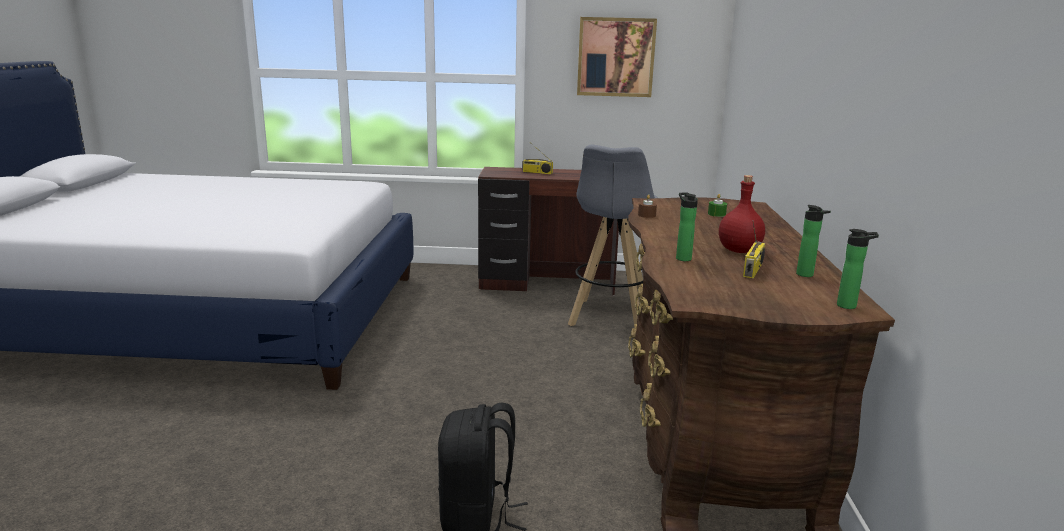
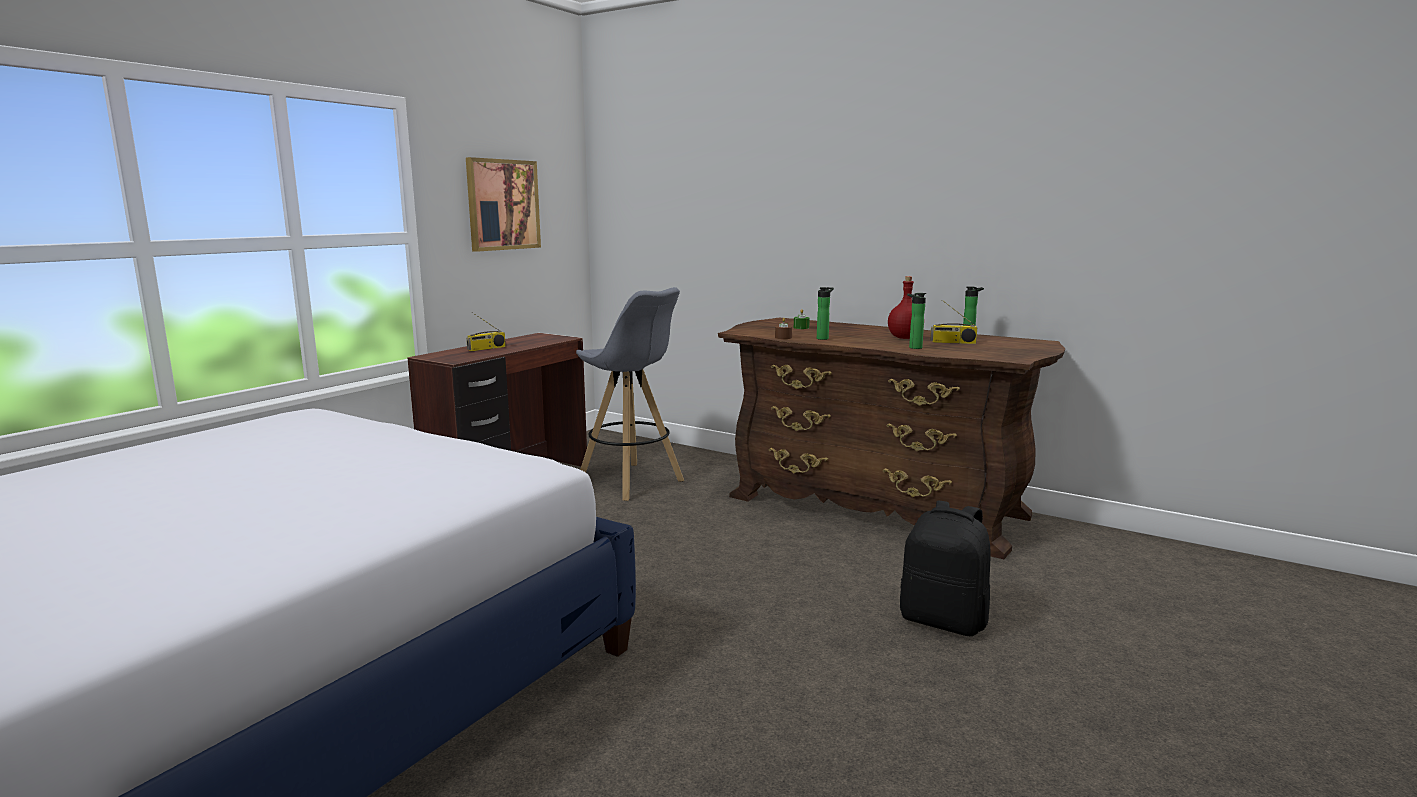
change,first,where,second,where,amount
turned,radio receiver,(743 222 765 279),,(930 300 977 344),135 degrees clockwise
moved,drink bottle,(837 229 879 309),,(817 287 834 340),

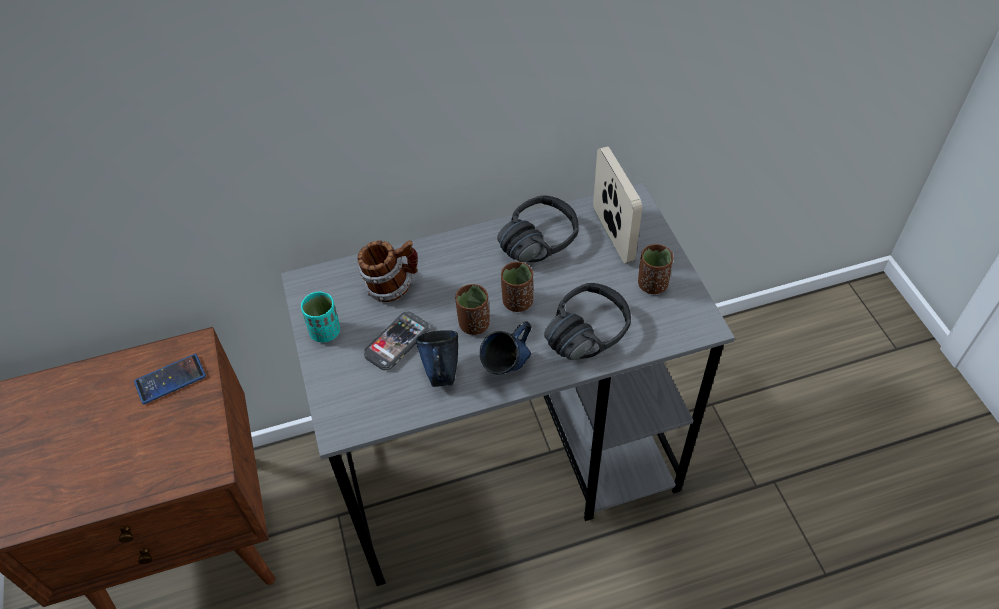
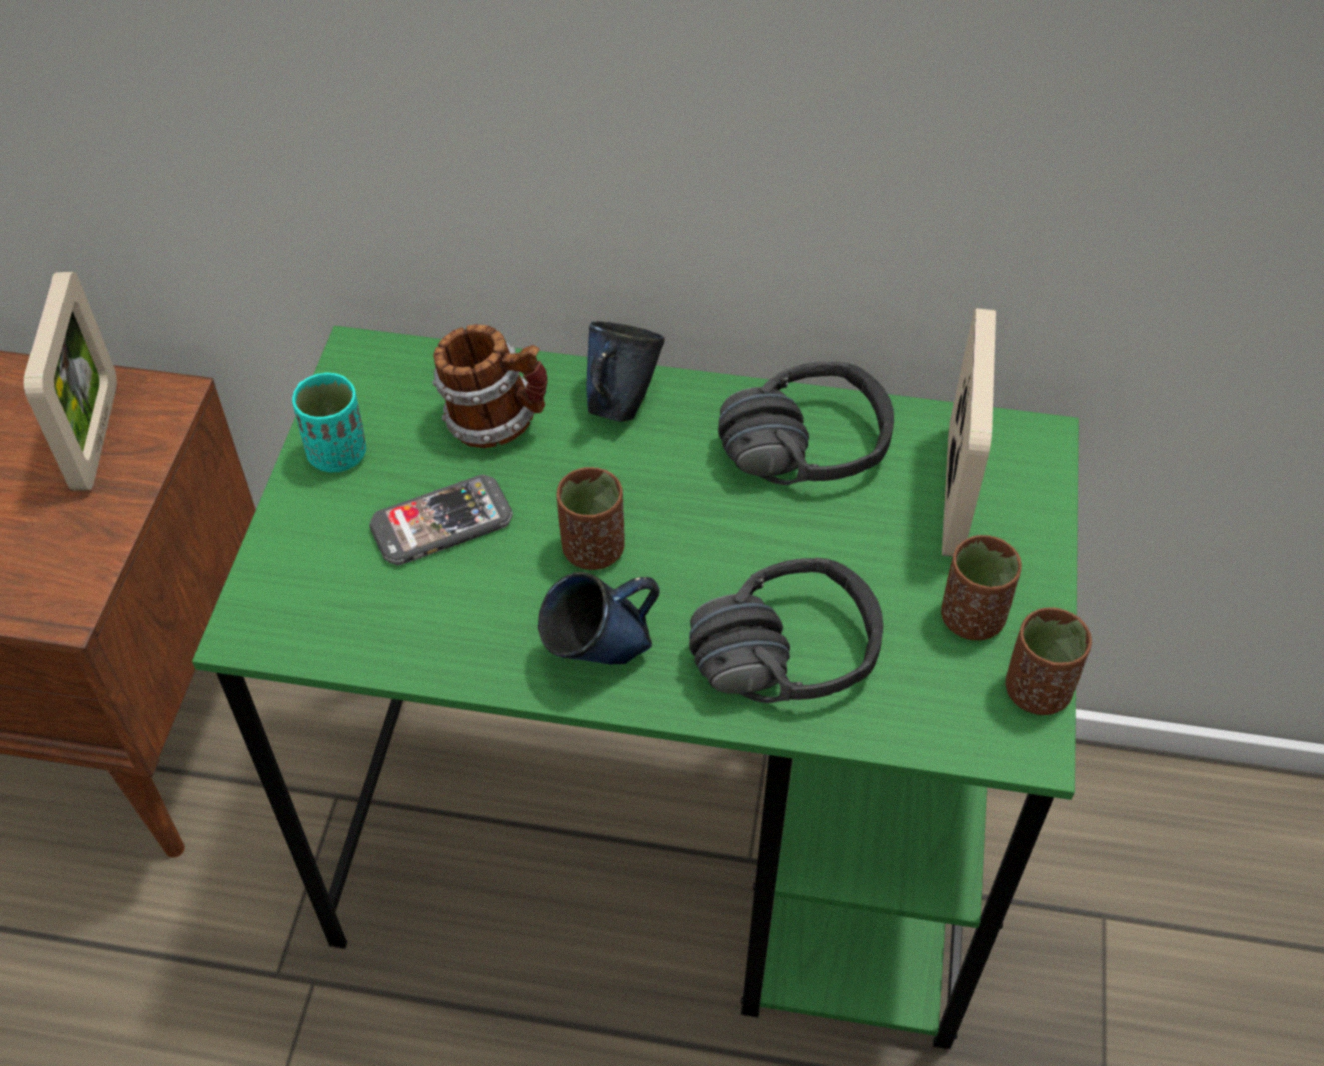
change,first,where,second,where,amount
replaced,handset,(134 354 206 404),standing frame,(24 272 117 491),
recoloured,greyish desk table,(281 183 735 586),green-coloured desk table,(192 326 1079 1050),
moved,blue tea mug,(416 330 458 387),,(586 321 665 422),
moved,brown-coloured cup,(501 262 533 312),,(1005 607 1092 715),

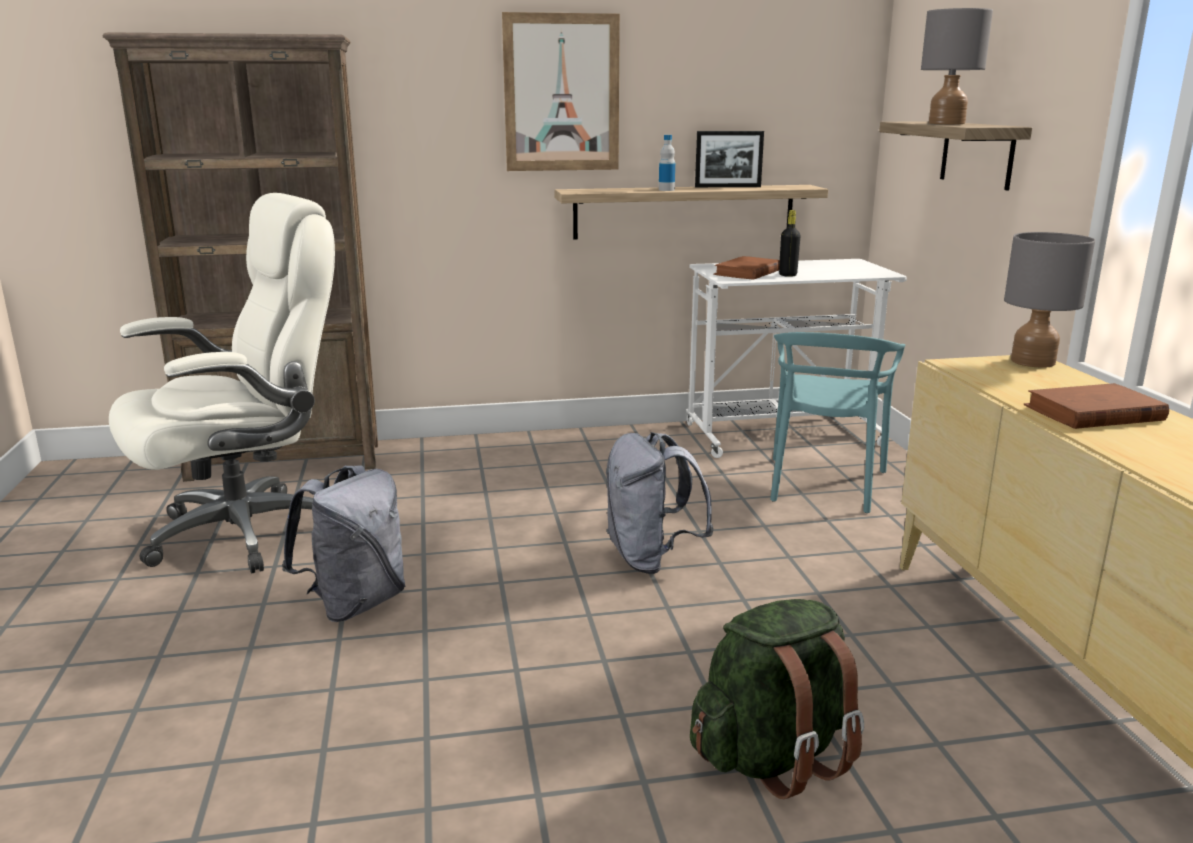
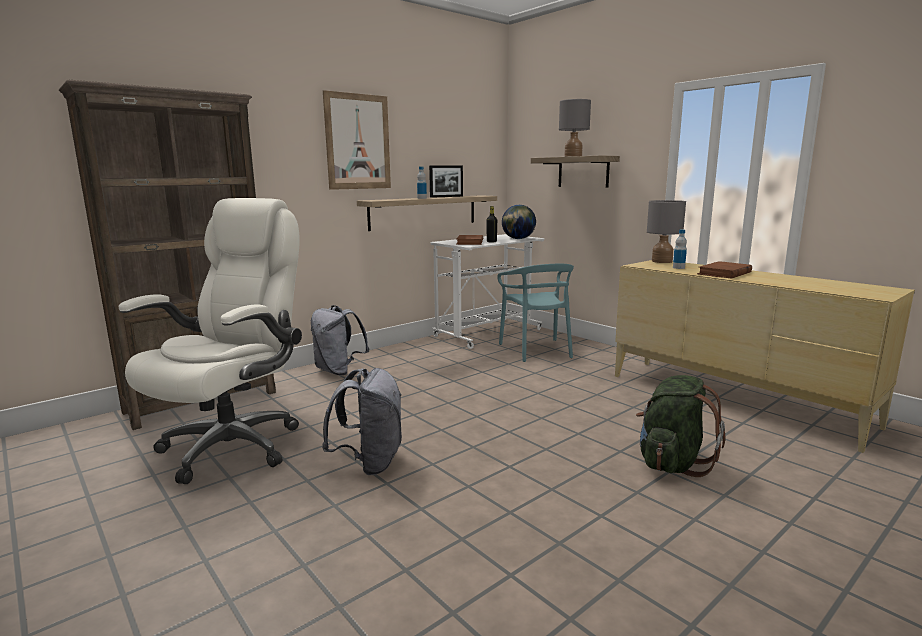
change,first,where,second,where,amount
moved,greyish knapsack,(606 432 714 574),,(311 305 369 375),
added,,,world globe,(502 205 536 239),
added,,,drink bottle,(673 229 687 269),

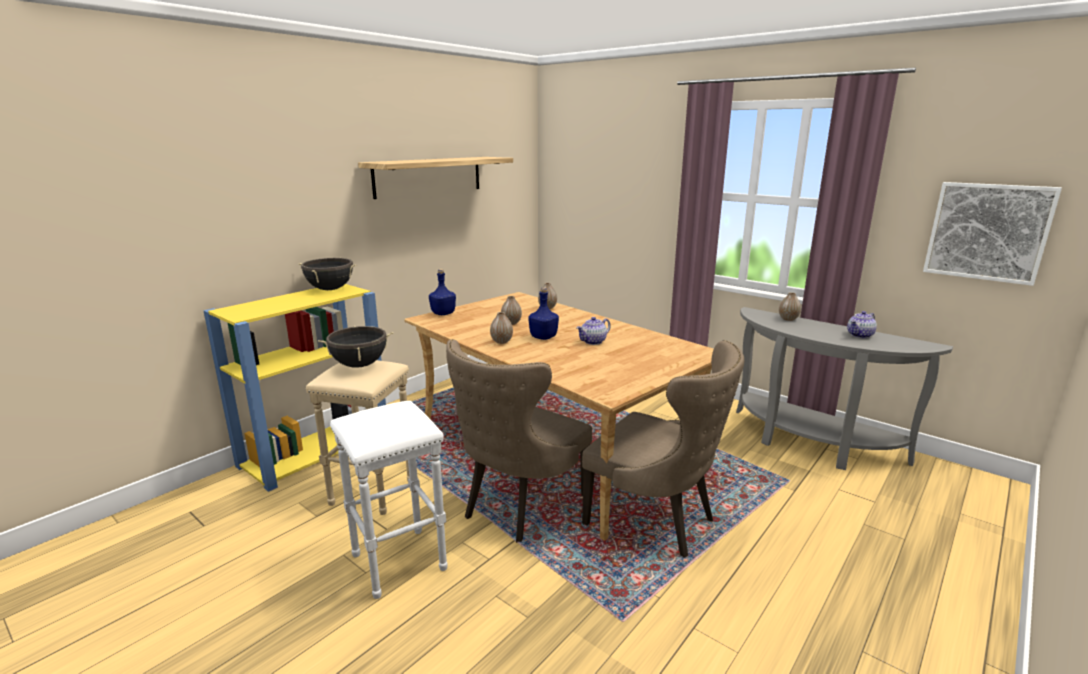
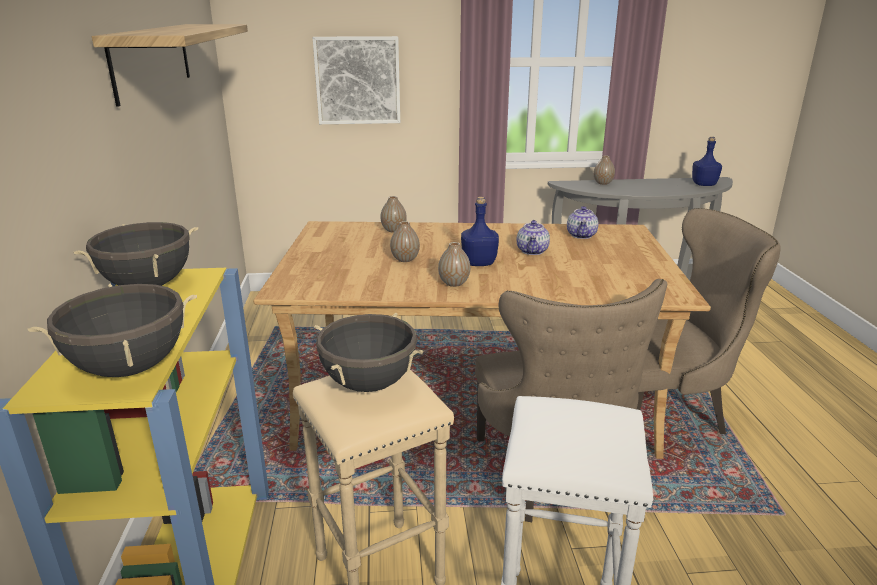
change,first,where,second,where,amount
moved,blue drink bottle,(429 269 456 315),,(692 137 722 186),
moved,tea pot,(847 311 877 338),,(567 206 598 239),
moved,wall art,(923 182 1062 286),,(313 36 400 124),
added,,,black cooking pot,(28 284 197 377),

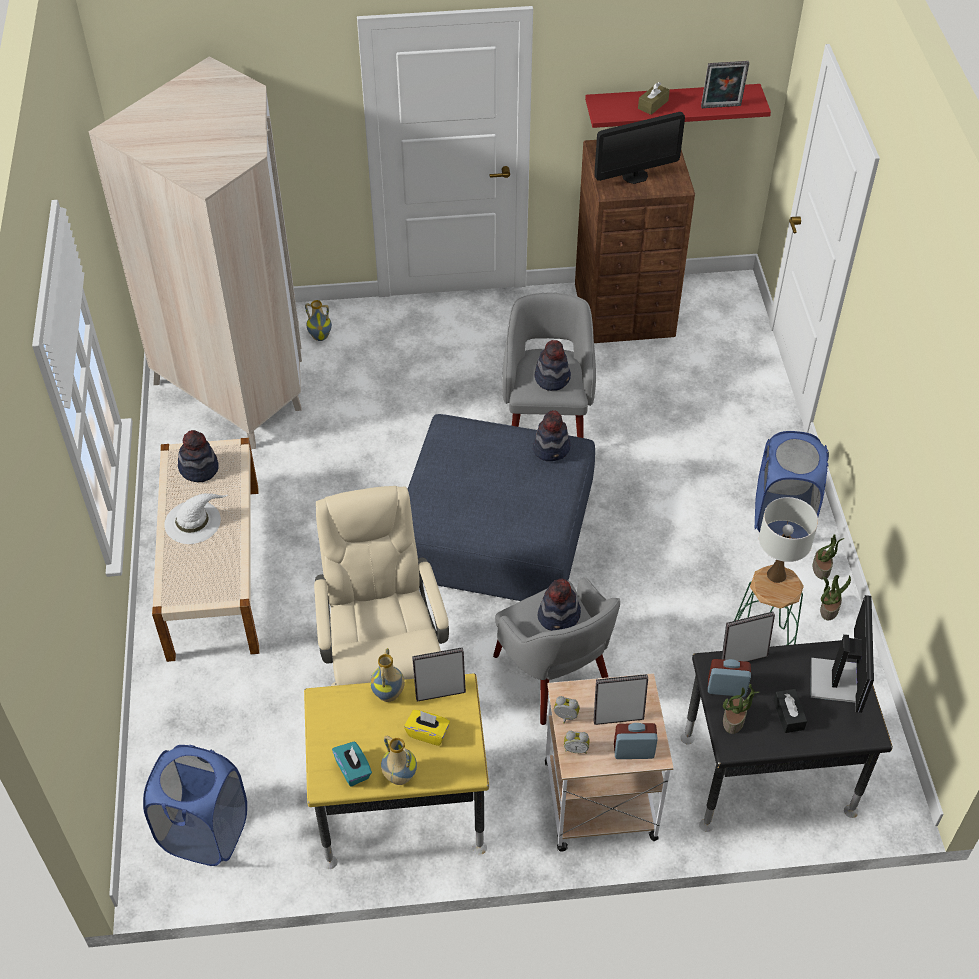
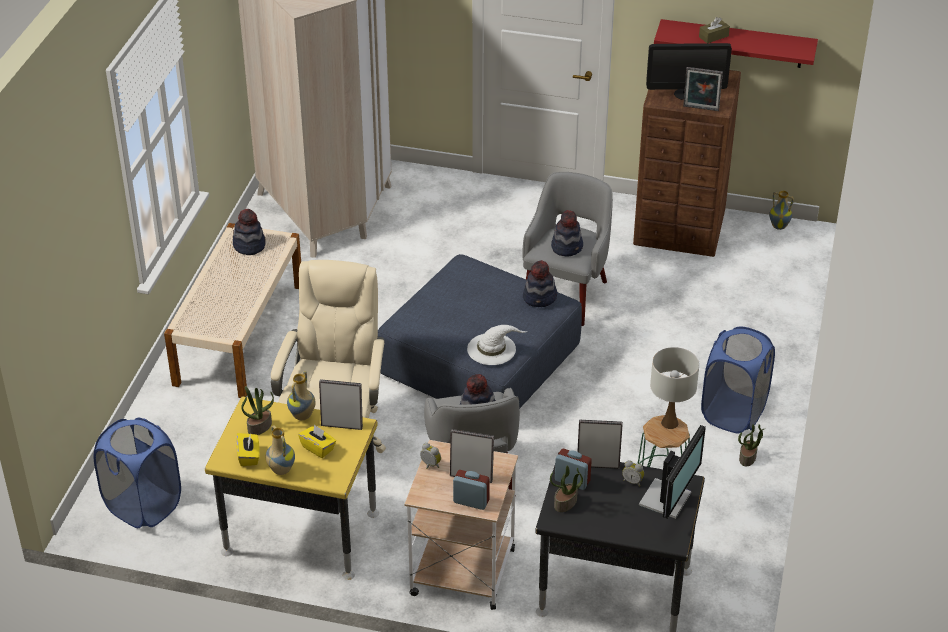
change,first,where,second,where,amount
moved,whitish wearable hat,(164 493 228 544),,(467 325 528 365),
moved,flower vase,(305 300 332 341),,(769 191 794 230),
recoloured,turquoise tissue holder,(332 741 372 787),yellow-coloured tissue holder,(236 433 260 466),
moved,alarm clock,(564 731 590 754),,(622 460 644 487),
moved,standing frame,(701 61 749 108),,(683 67 723 111),
removed,black tissue holder,(774 689 807 733),,,
moved,potted plant,(820 575 851 620),,(241 386 274 435),

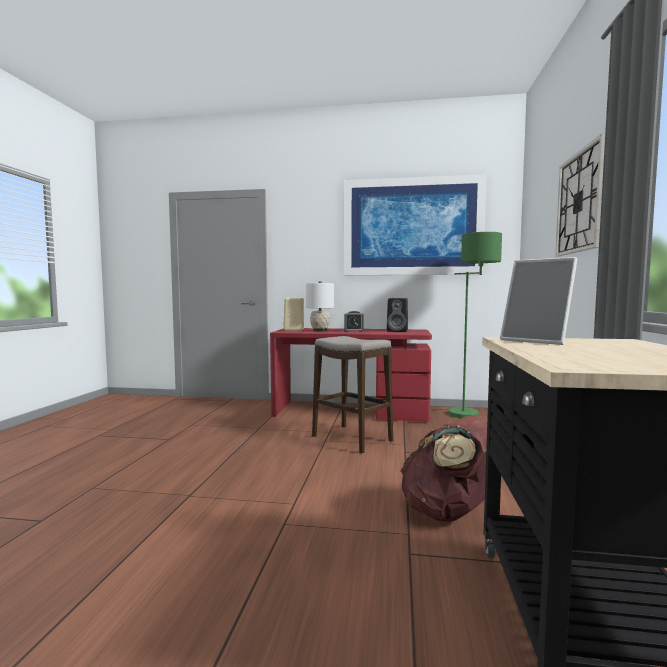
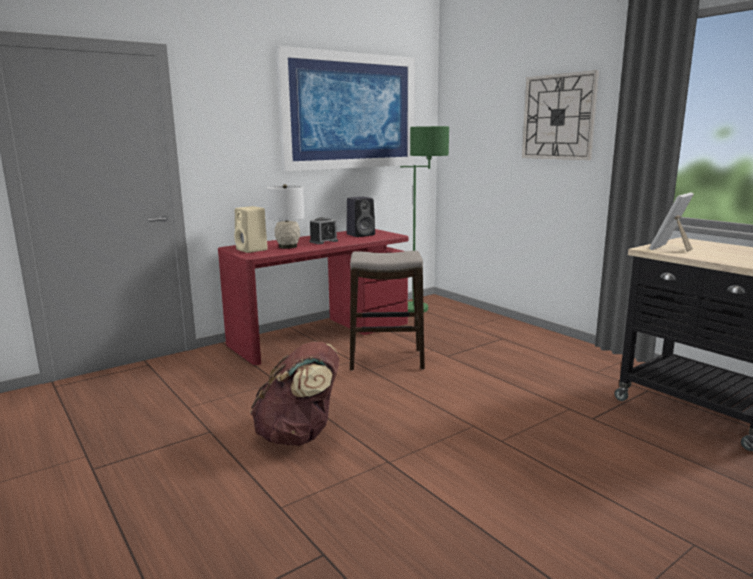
change,first,where,second,where,amount
moved,brown-coloured knapsack,(400 416 487 522),,(250 342 339 446),
turned,standing frame,(500 257 577 345),,(649 193 694 252),135 degrees clockwise

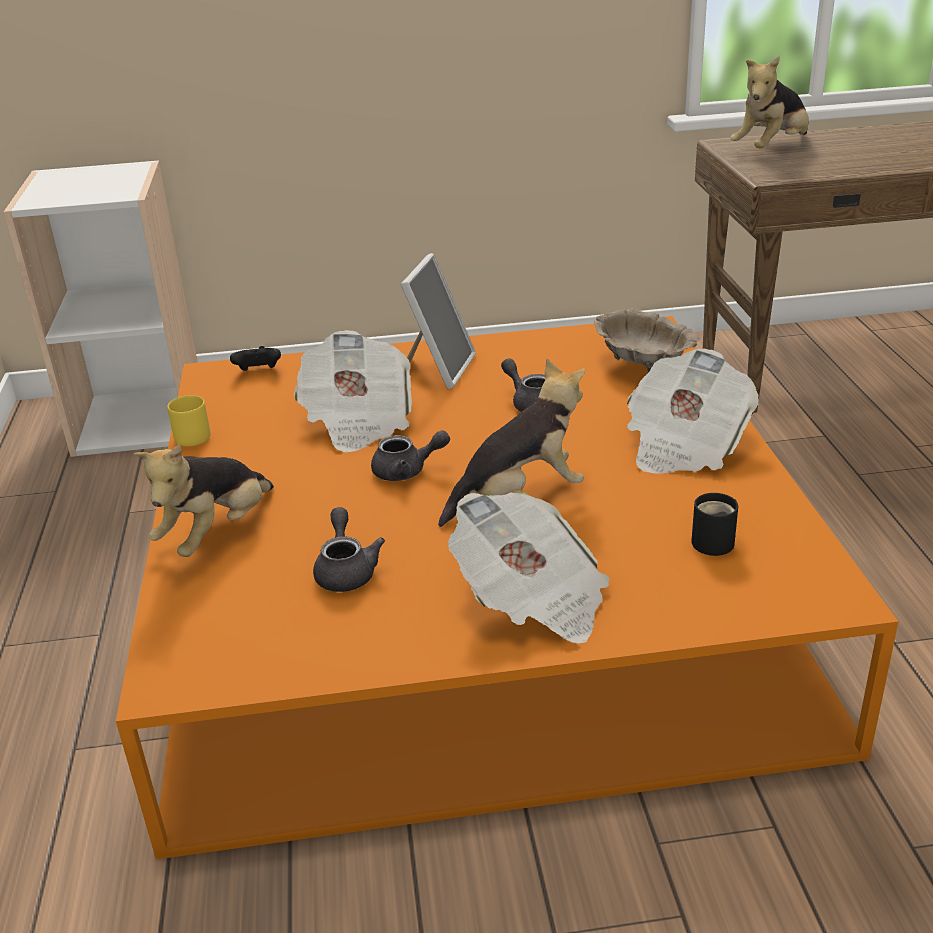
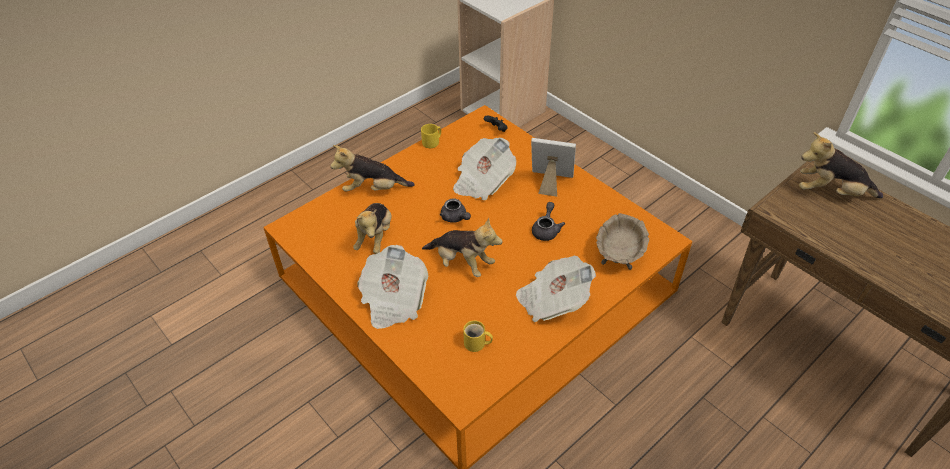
change,first,where,second,where,amount
replaced,greyish tea pot,(313 507 385 592),cuddly toy,(353 203 392 254),
turned,standing frame,(401 253 476 389),,(531 138 576 197),150 degrees counterclockwise
recoloured,black tea mug,(691 493 738 556),yellow-coloured tea mug,(463 320 493 352),

